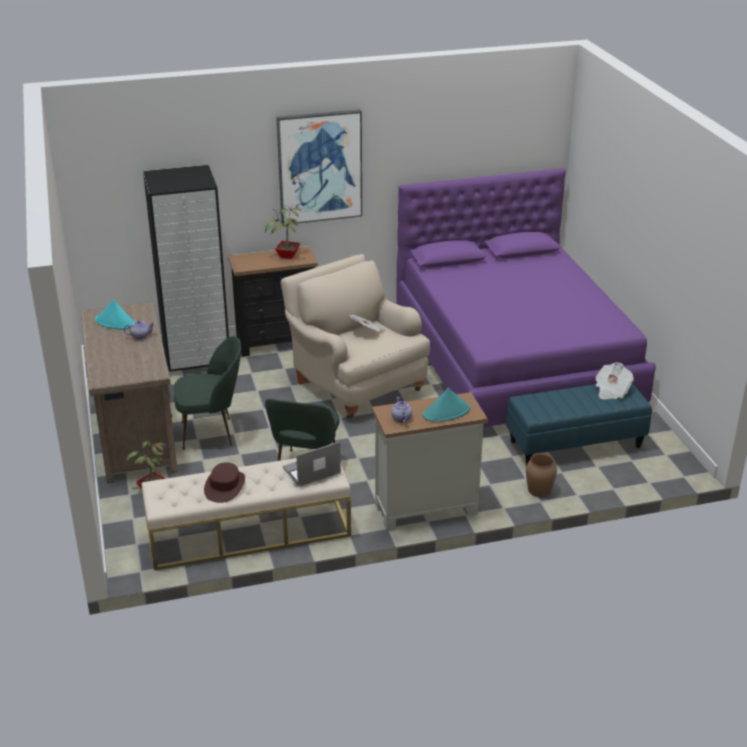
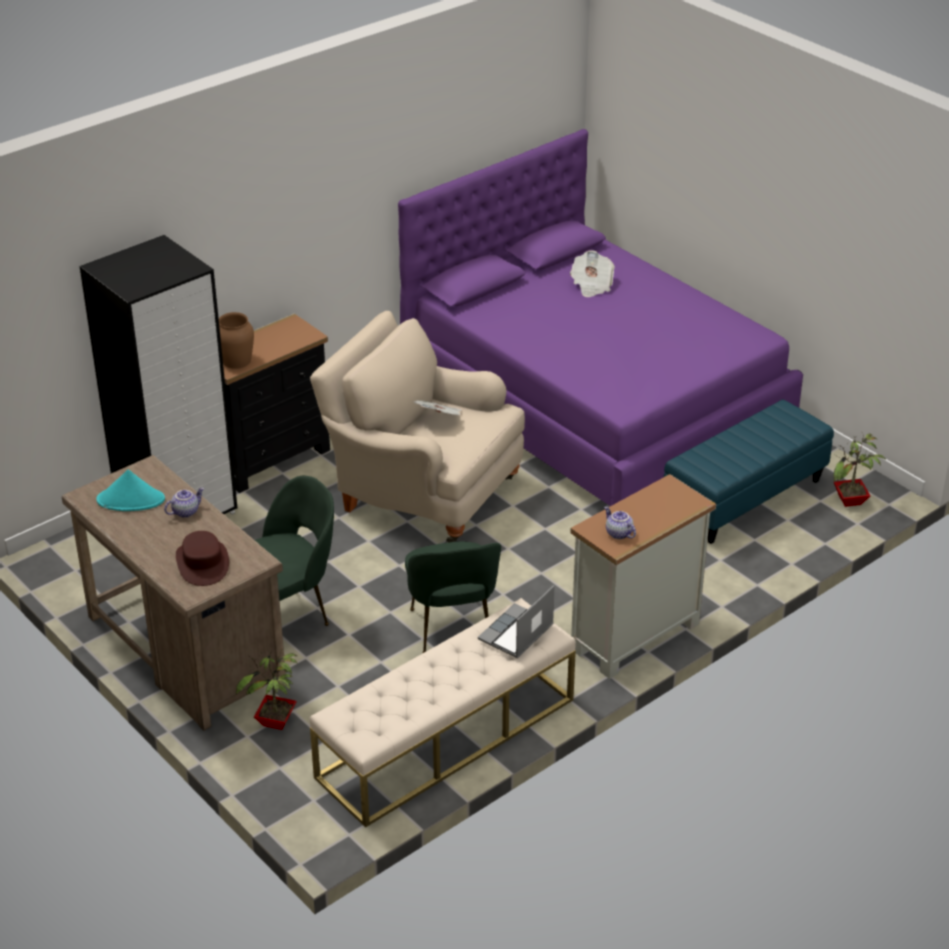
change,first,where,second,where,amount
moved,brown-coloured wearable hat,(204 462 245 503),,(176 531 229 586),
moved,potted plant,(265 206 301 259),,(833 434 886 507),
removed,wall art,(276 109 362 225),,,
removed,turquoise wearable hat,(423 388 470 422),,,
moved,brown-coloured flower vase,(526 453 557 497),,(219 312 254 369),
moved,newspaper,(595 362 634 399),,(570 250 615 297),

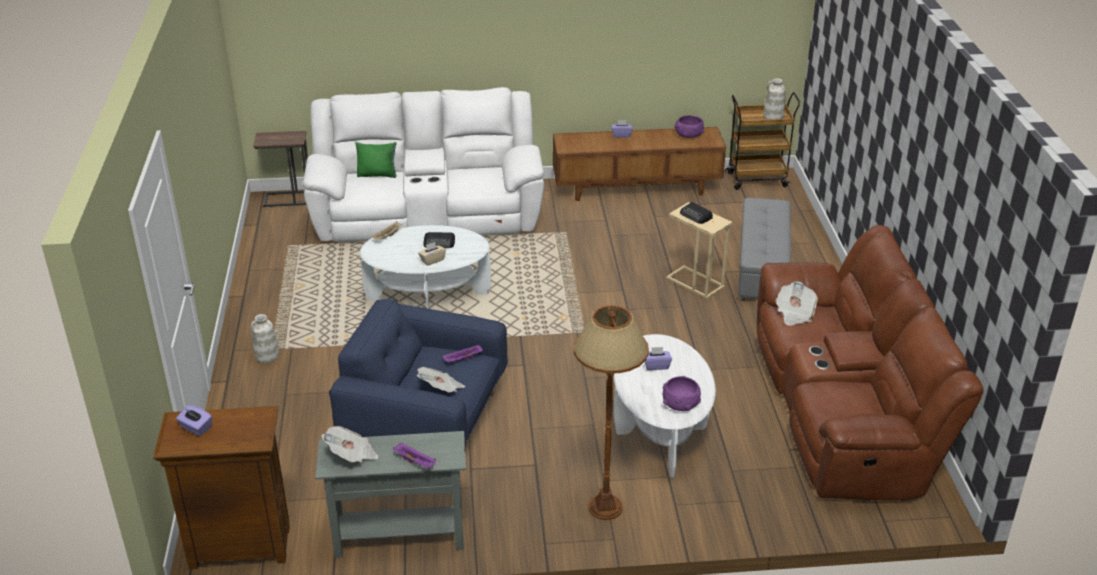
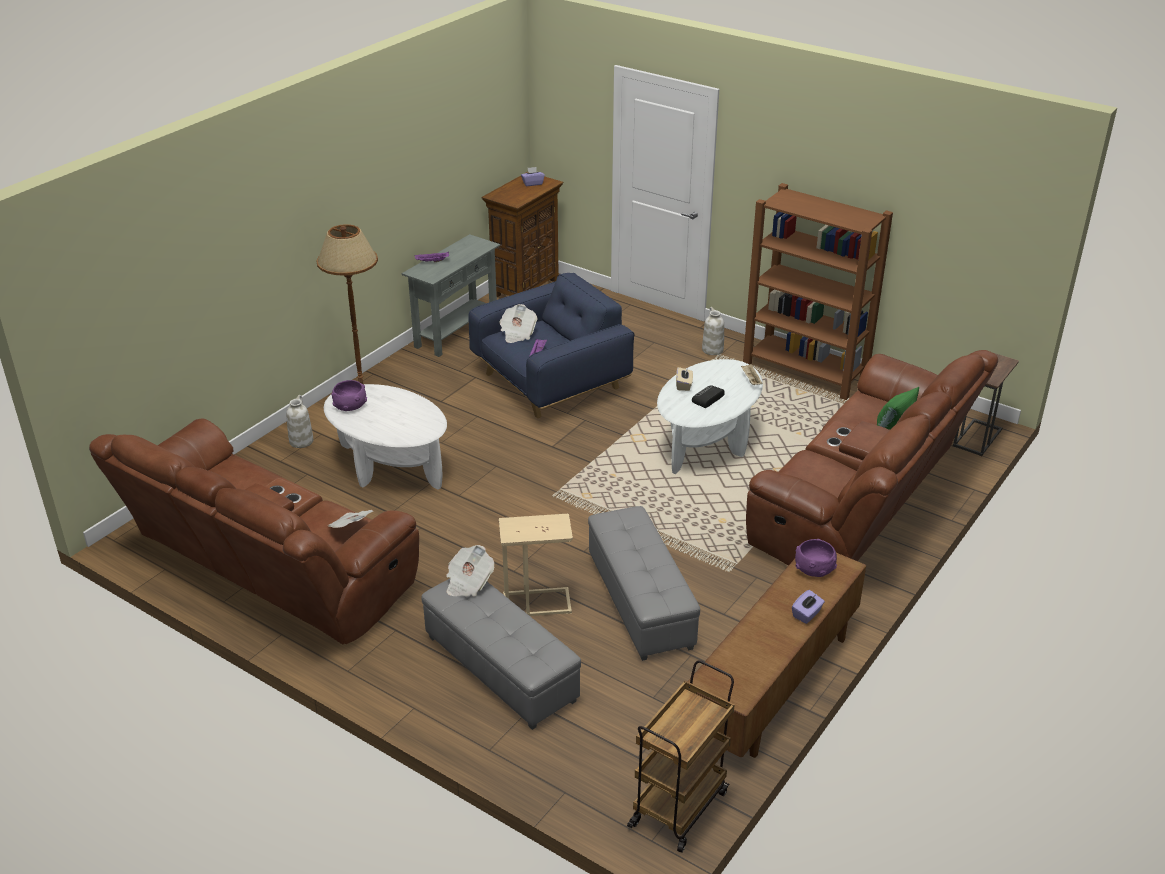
change,first,where,second,where,amount
recoloured,whitish settee,(303 87 544 242),brown-coloured settee,(746 350 998 566),
moved,newspaper,(321 426 379 463),,(446 545 494 597),
removed,purplish tissue holder,(645 347 672 370),,,
moved,purplish bowl,(674 115 704 138),,(795 539 837 577),
removed,radio receiver,(680 202 713 224),,,
moved,whitish flower vase,(763 78 786 120),,(286 395 313 448),
added,,,greyish ottoman,(588 506 700 661),
added,,,brown-coloured bookcase,(743 183 893 400),

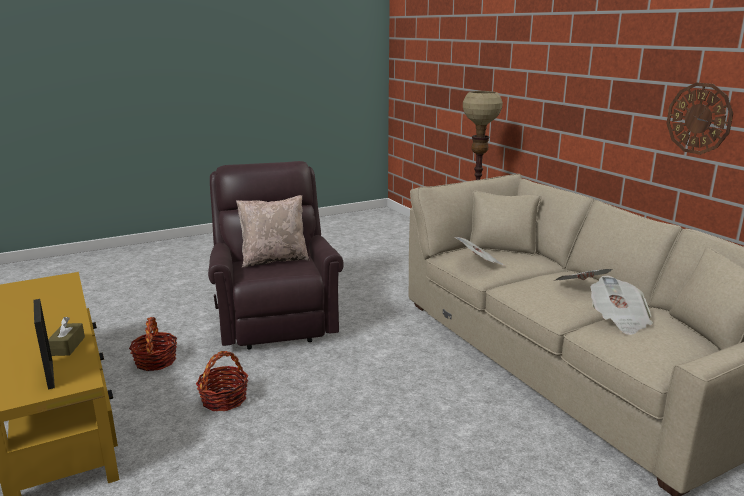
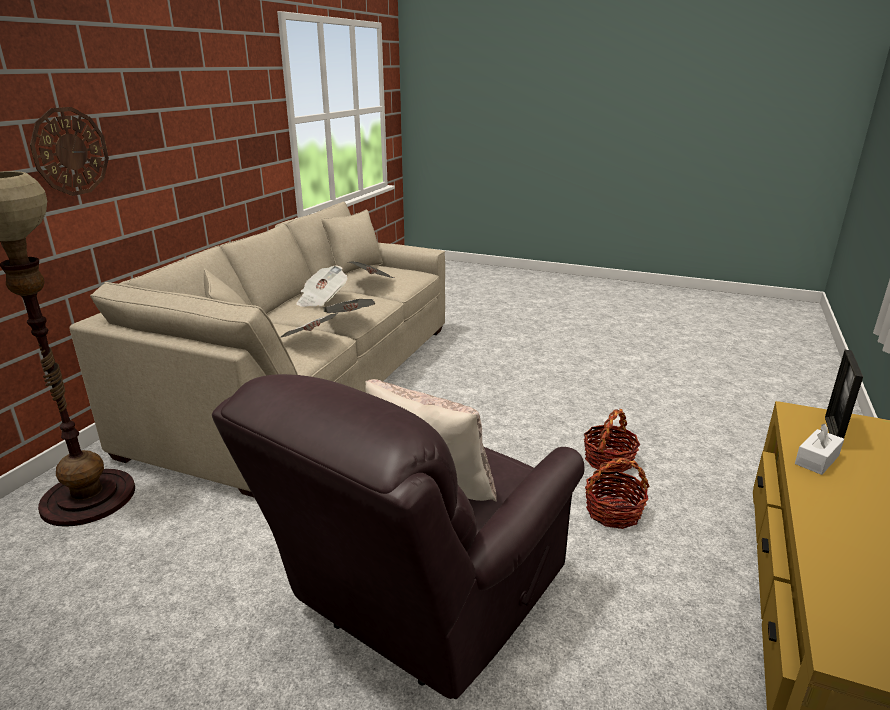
change,first,where,second,where,amount
recoloured,brown-coloured tissue holder,(48 317 85 356),whitish tissue holder,(795 424 844 475),
moved,storage basket,(129 317 177 371),,(584 409 640 472),
moved,hanging clock,(666 82 733 155),,(30 107 109 196),
added,,,newspaper,(323 299 376 313),

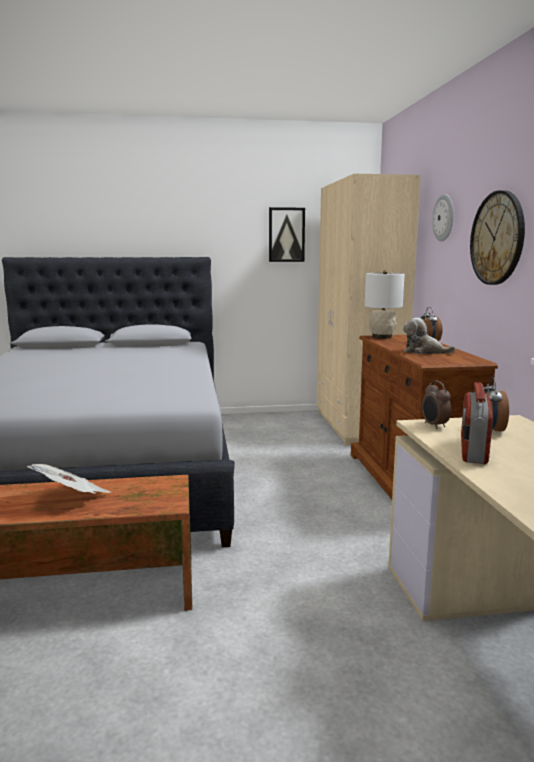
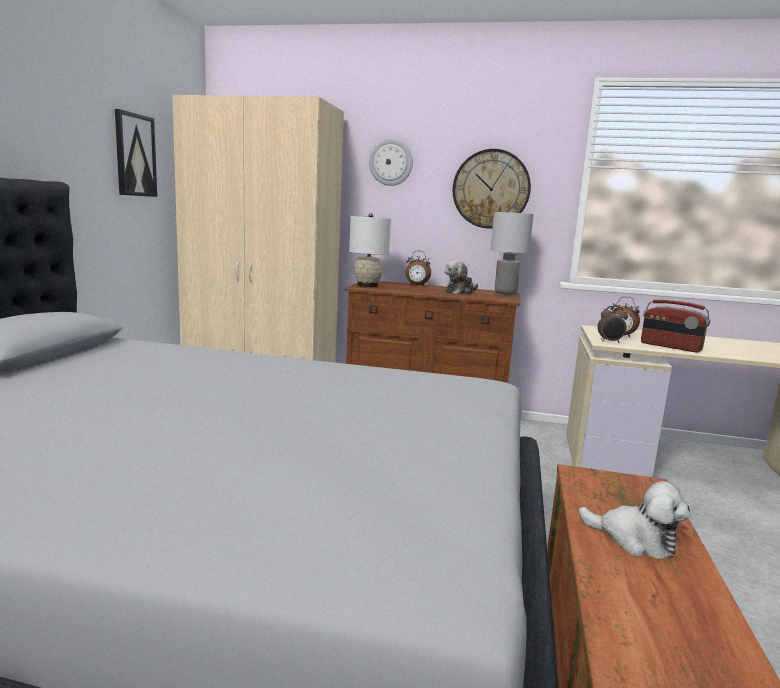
change,first,where,second,where,amount
replaced,newspaper,(26 464 111 494),cuddly toy,(579 481 691 559),
added,,,greyish lamp for a table,(490 212 534 294),

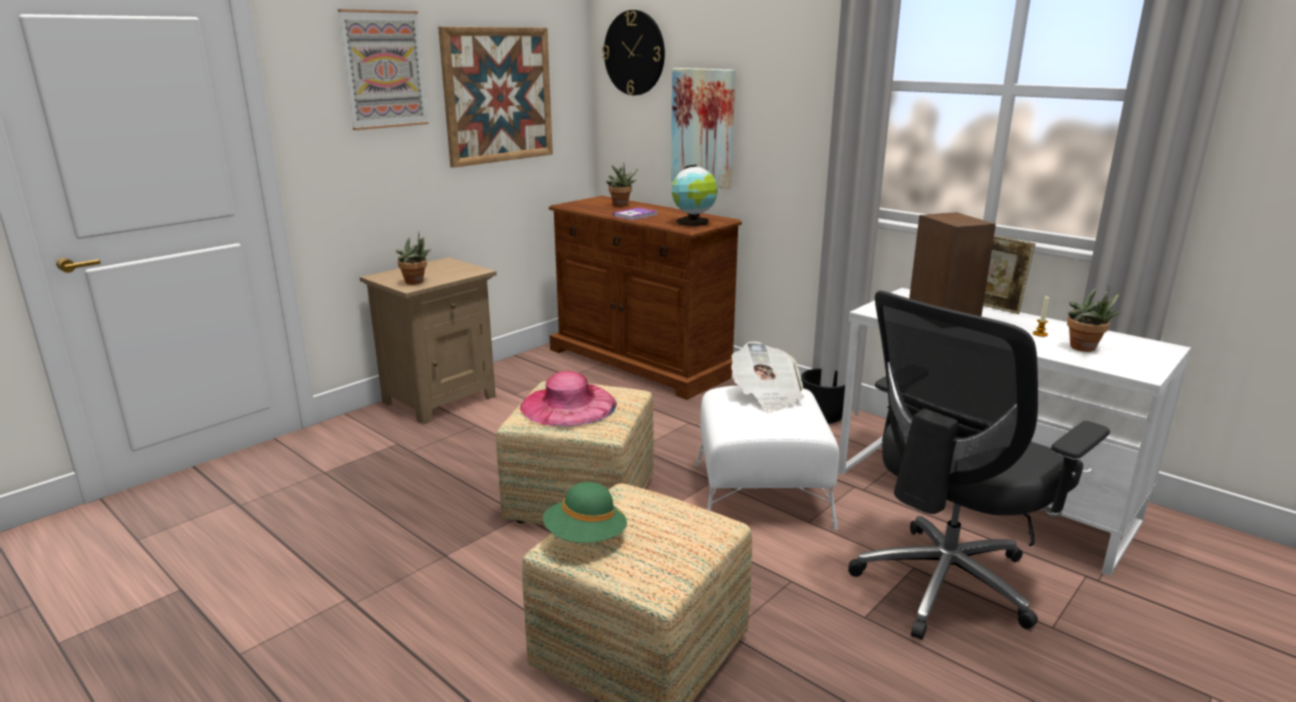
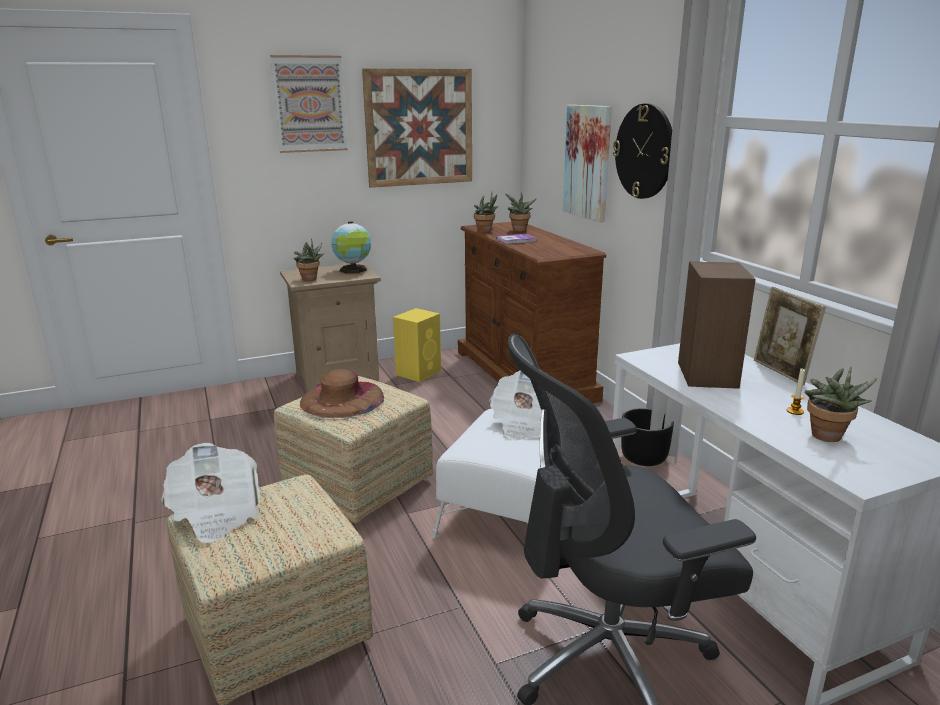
change,first,where,second,where,amount
recoloured,pink-coloured wearable hat,(520 371 617 427),brown-coloured wearable hat,(300 369 384 418),
replaced,green-coloured wearable hat,(543 482 627 543),newspaper,(162 443 260 543),
moved,hanging clock,(602 10 665 95),,(613 103 672 199),
moved,world globe,(672 165 718 226),,(331 222 371 274),
added,,,yellow-coloured loudspeaker,(393 308 441 382),
added,,,potted plant,(474 192 498 232),

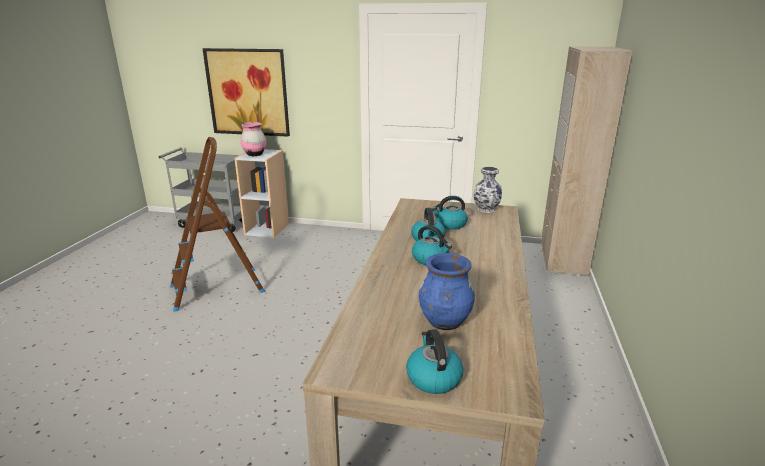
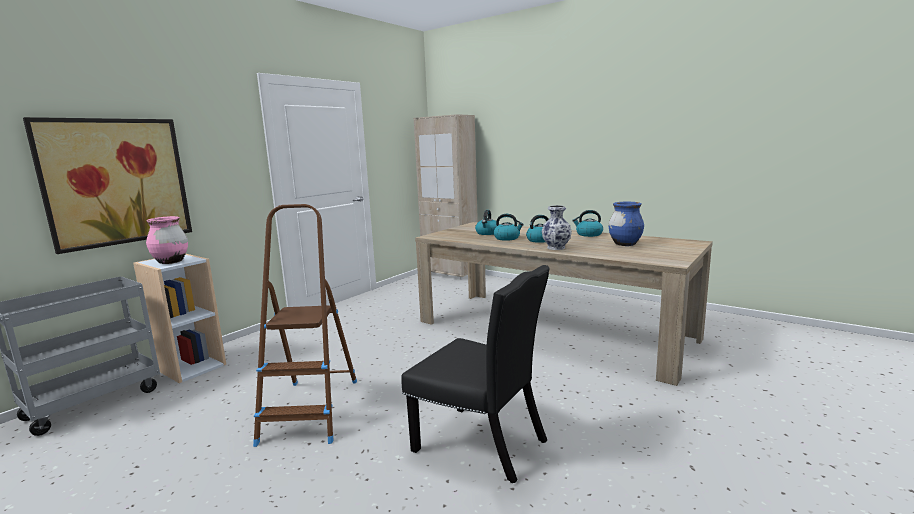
change,first,where,second,where,amount
moved,tea kettle,(406 329 463 394),,(572 210 603 237),
moved,flower vase,(473 167 502 213),,(542 205 572 250),
added,,,black plain chair,(401 265 550 483),

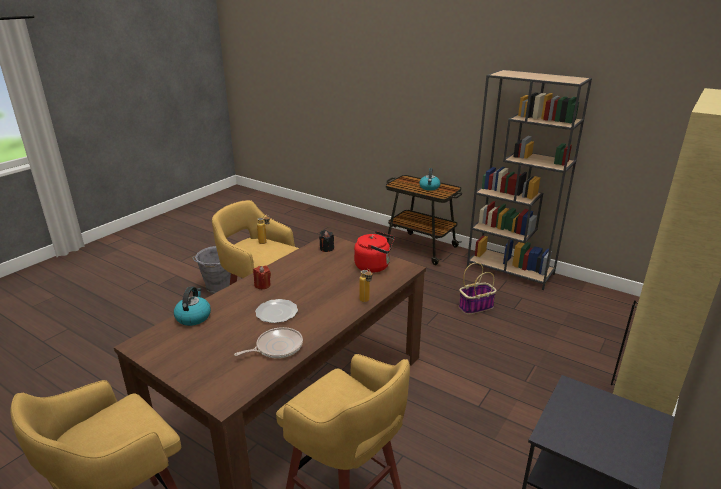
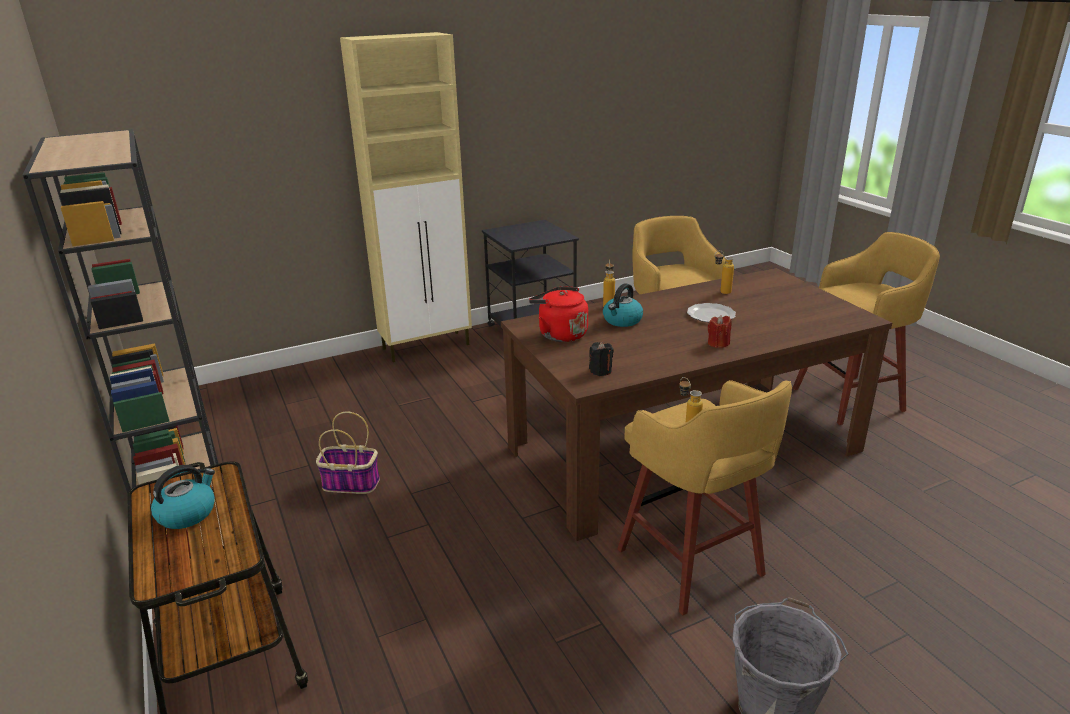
change,first,where,second,where,amount
moved,tea kettle,(174 286 211 326),,(603 283 643 327),
replaced,pan,(234 327 303 358),drink bottle,(714 251 734 294),

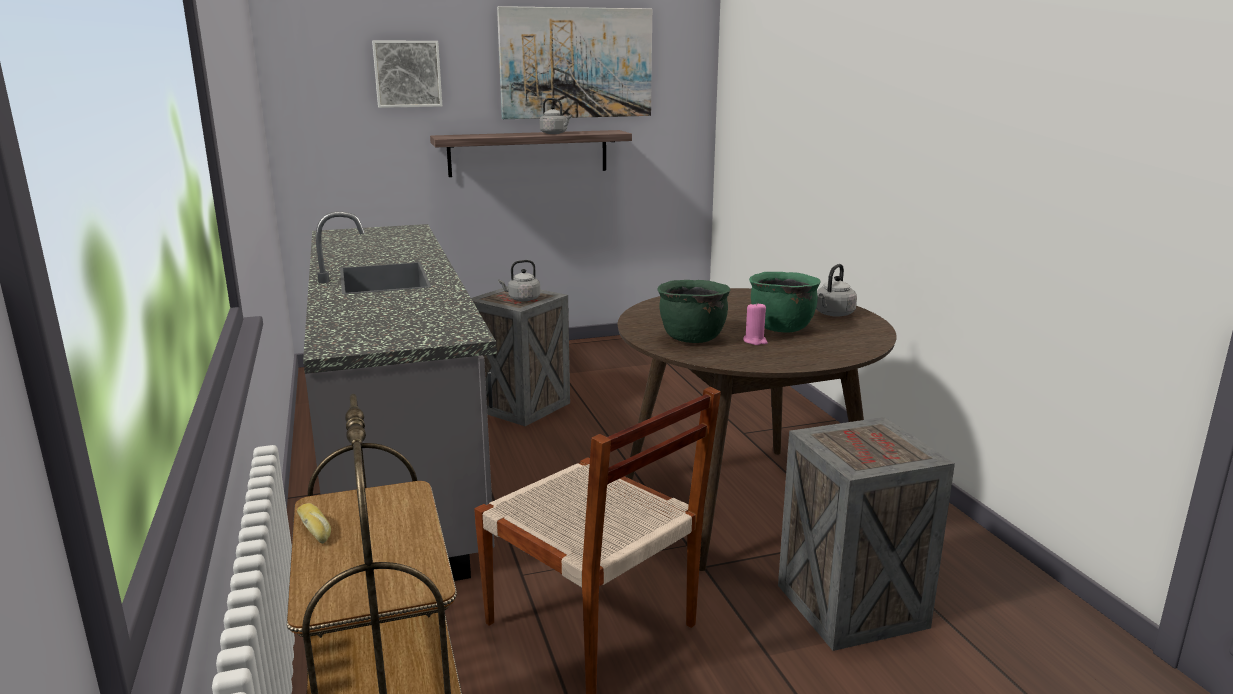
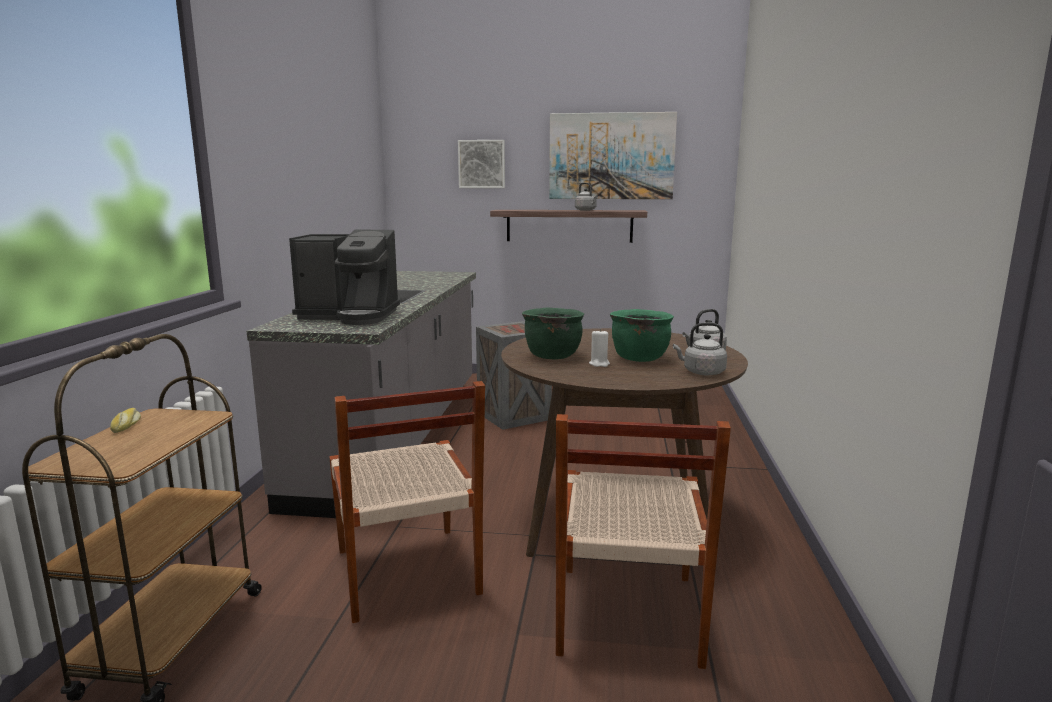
change,first,where,second,where,amount
moved,greyish tea kettle,(498 260 541 301),,(673 323 727 375),
recoloured,pink-coloured wax light,(743 302 768 345),whitish wax light,(589 329 610 367),
replaced,packing crate,(778 417 955 651),plain chair,(556 414 731 669),
added,,,coffee machine,(289 230 400 325),

